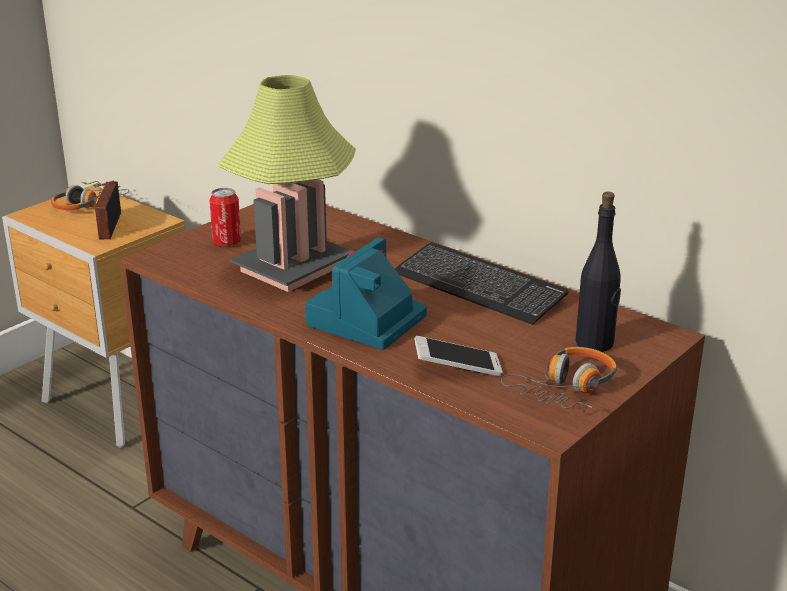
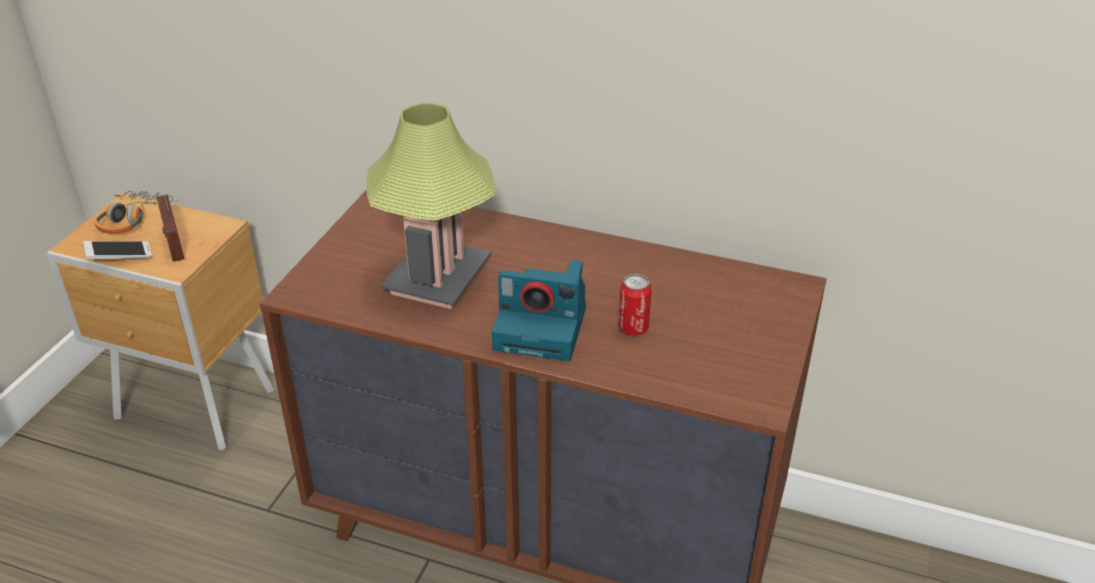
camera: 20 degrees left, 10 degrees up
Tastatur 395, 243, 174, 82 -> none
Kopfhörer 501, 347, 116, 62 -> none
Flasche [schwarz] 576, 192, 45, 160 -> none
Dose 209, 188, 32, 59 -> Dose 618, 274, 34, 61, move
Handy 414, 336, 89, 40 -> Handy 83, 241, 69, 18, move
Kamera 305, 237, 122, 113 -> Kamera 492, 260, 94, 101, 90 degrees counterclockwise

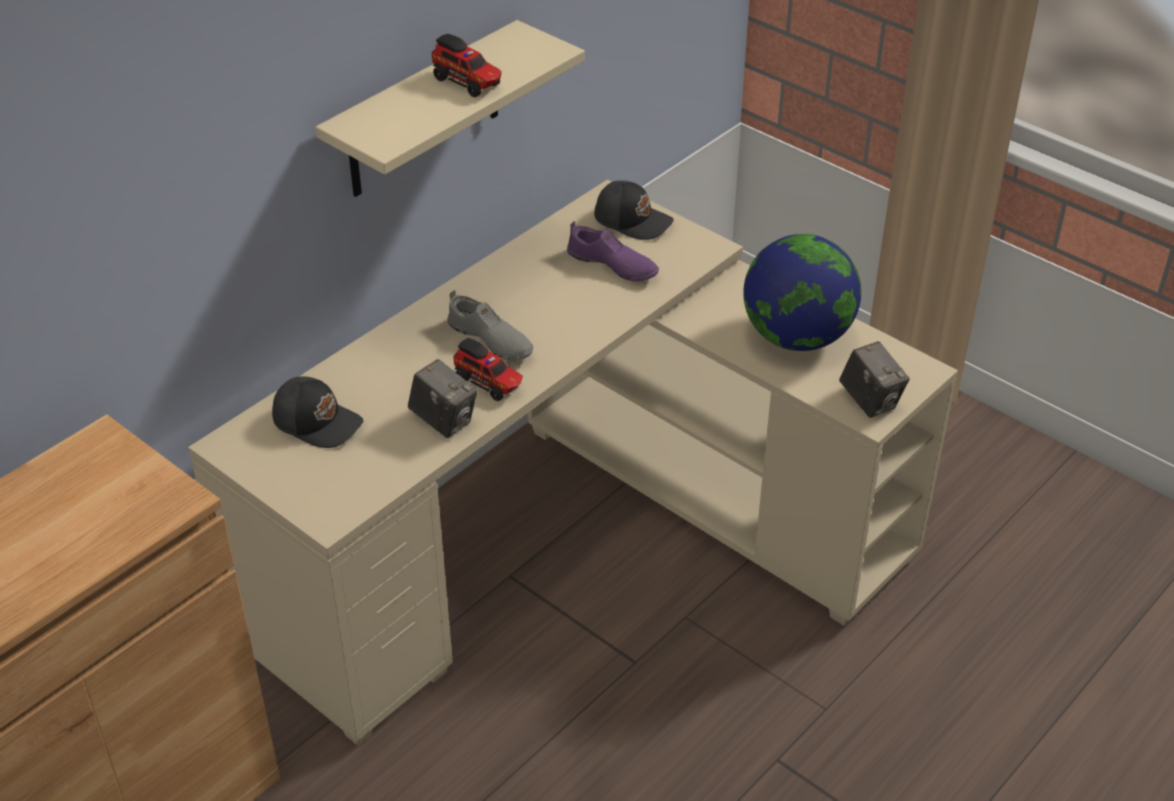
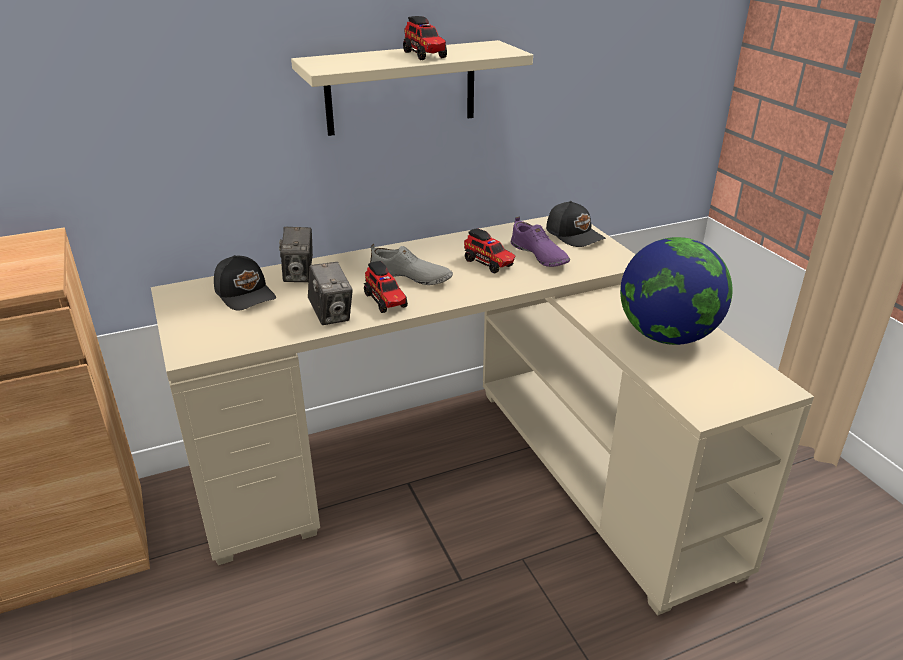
camera: 25 degrees right, 10 degrees down
none -> Spielzeuglaster 464, 228, 51, 45
Kamera 839, 341, 71, 77 -> Kamera 279, 227, 34, 55, move
Schuh [grau] 448, 290, 85, 71 -> Schuh [grau] 370, 244, 83, 41, 45 degrees counterclockwise

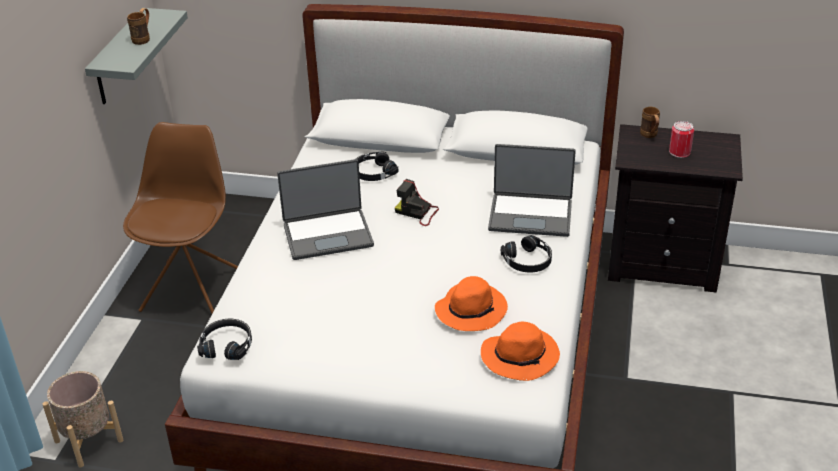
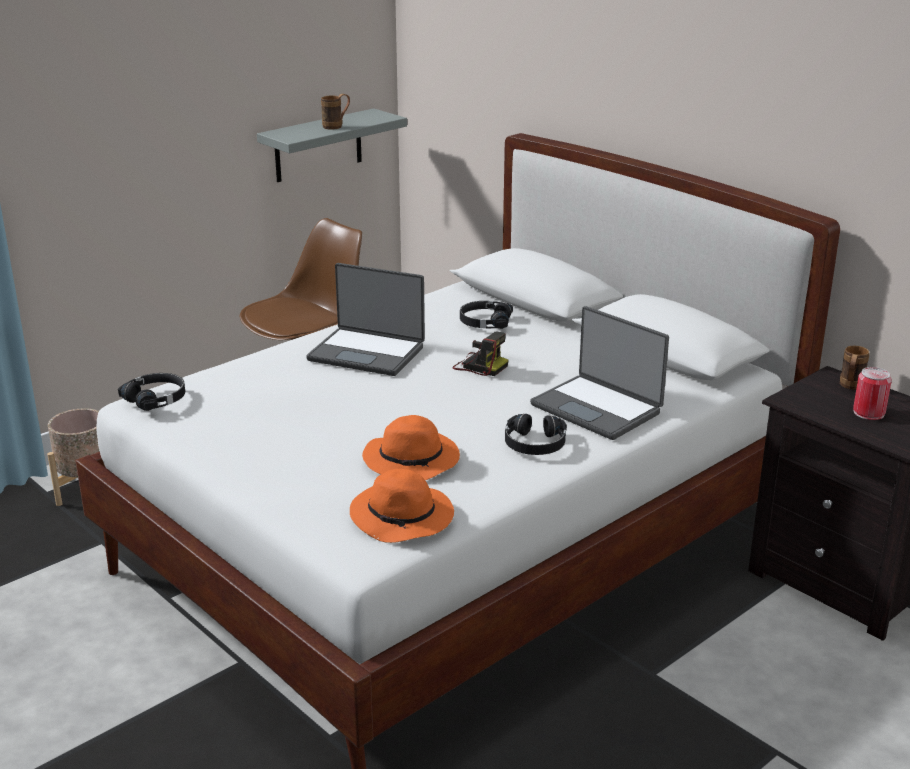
camera: 35 degrees right, 10 degrees down
Kamera 395, 179, 44, 47 -> Kamera 453, 332, 55, 44, 150 degrees clockwise

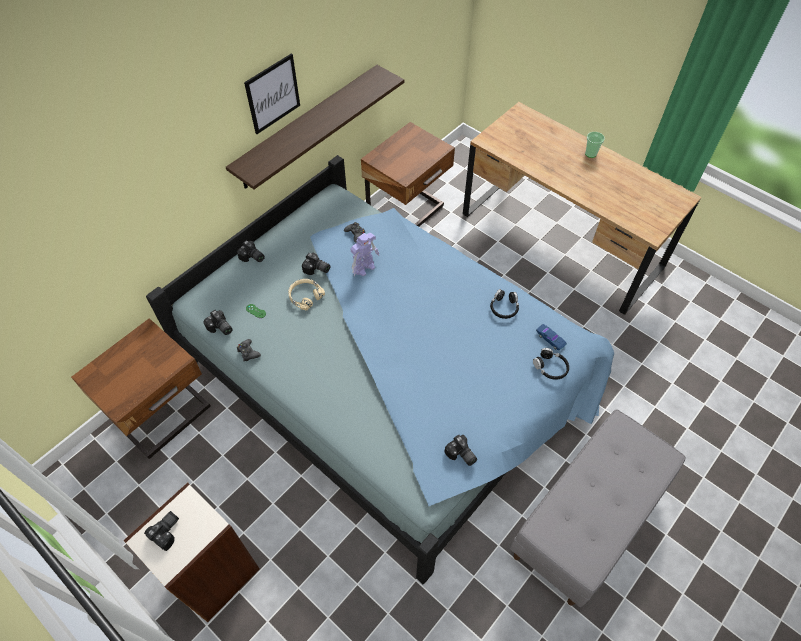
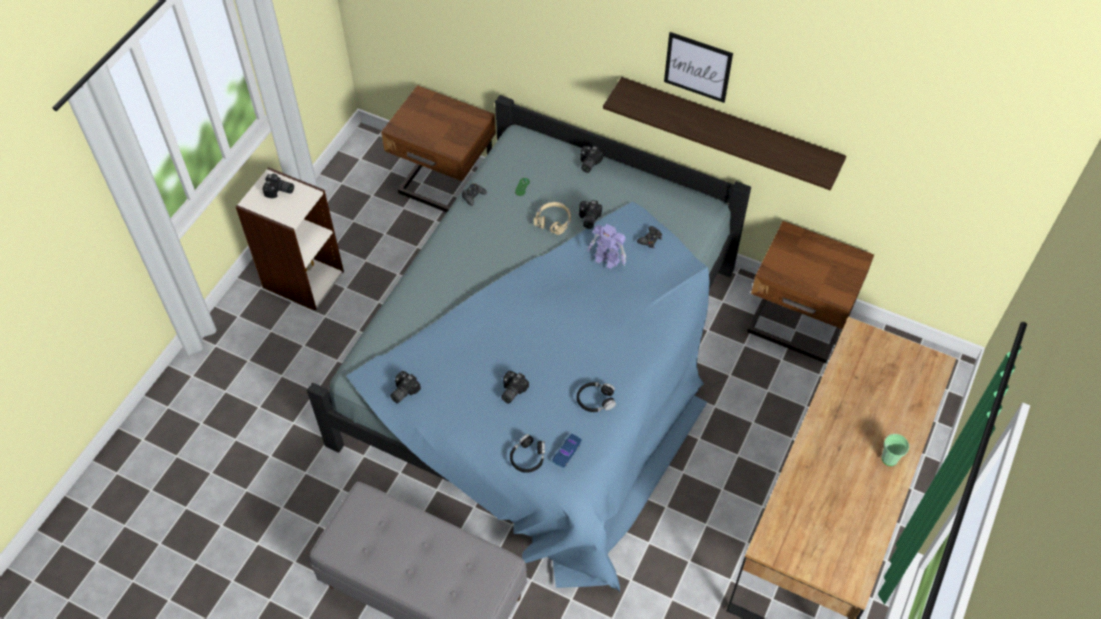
camera: 75 degrees right, 0 degrees up
Kamera 203, 310, 29, 25 -> Kamera 501, 371, 28, 33, move

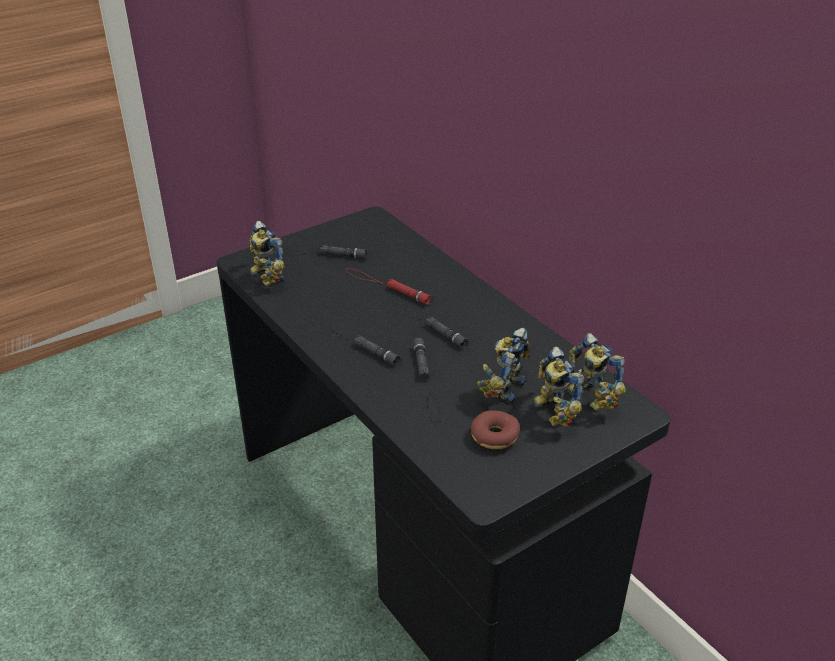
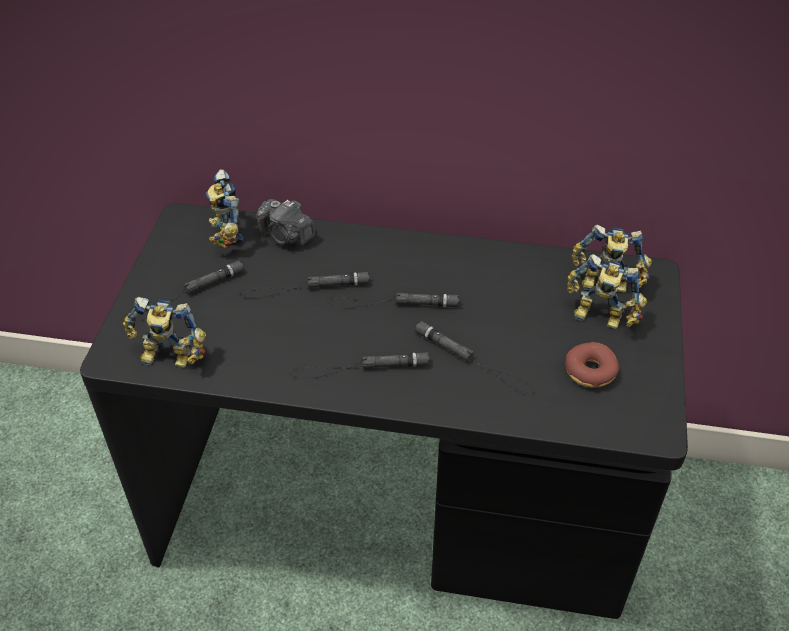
camera: 45 degrees left, 10 degrees up
none -> Kamera 256, 199, 59, 47
Spielzeugroboter 477, 328, 53, 75 -> Spielzeugroboter 206, 169, 38, 79, move
Taschenlampe [rot] 346, 268, 86, 37 -> Taschenlampe [schwarz] 240, 272, 130, 26

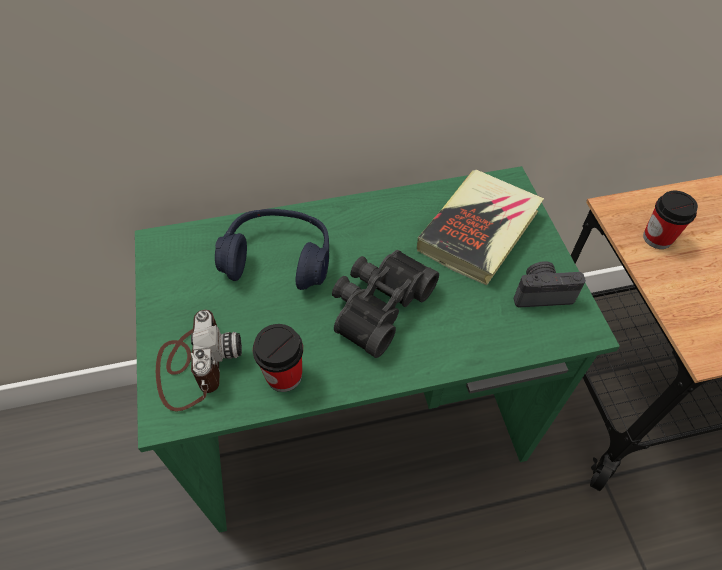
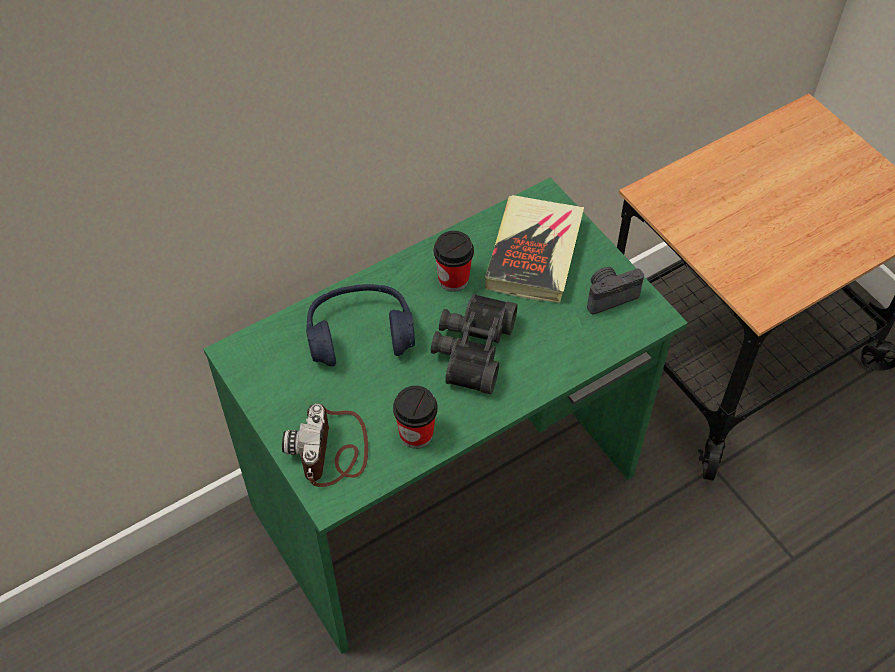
camera: 20 degrees left, 0 degrees up
Tasse 643, 191, 55, 58 -> Tasse 434, 231, 40, 61, move
Kamera 156, 310, 86, 101 -> Kamera 282, 404, 86, 83, 150 degrees counterclockwise

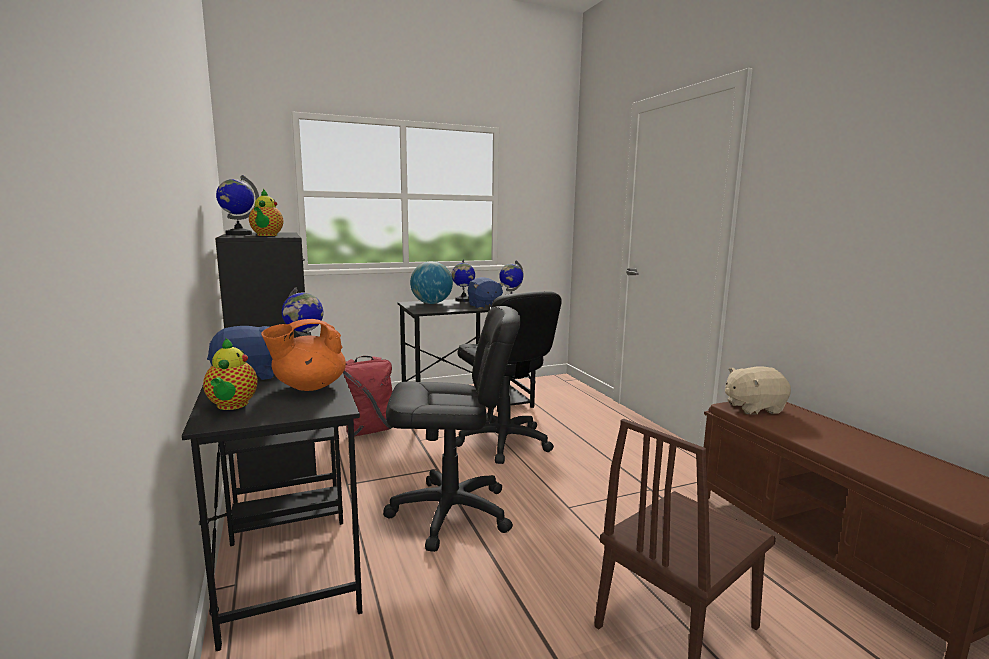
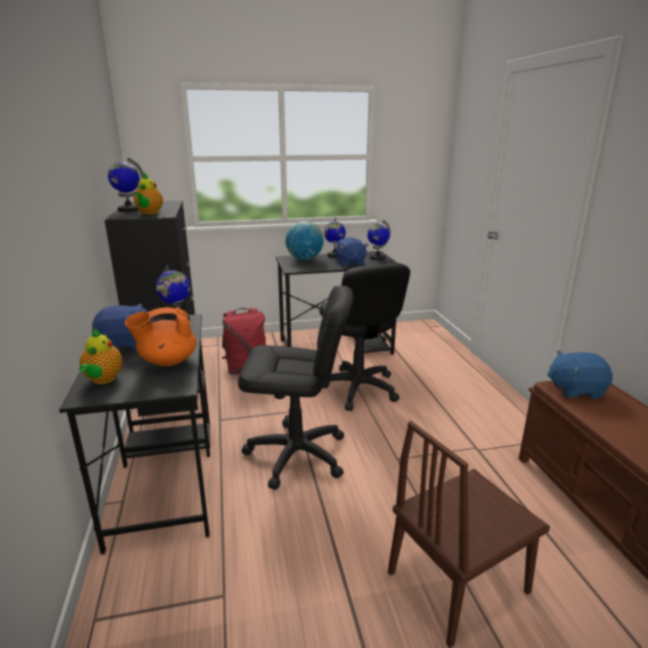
camera: 10 degrees right, 10 degrees up
Plüschtier [beige] 725, 366, 66, 48 -> Plüschtier [blau] 547, 350, 66, 49

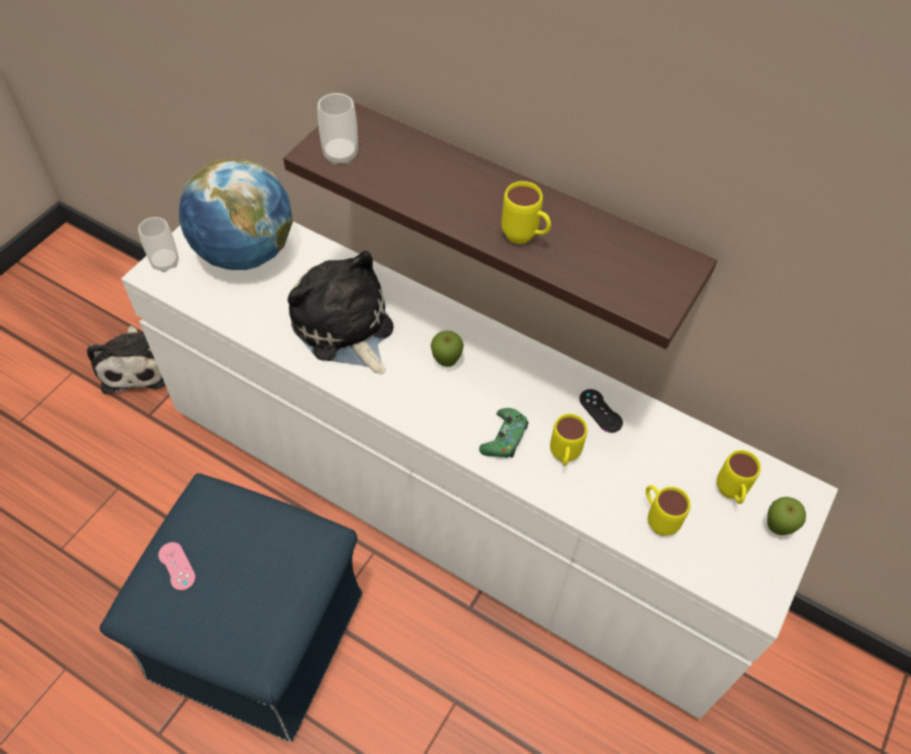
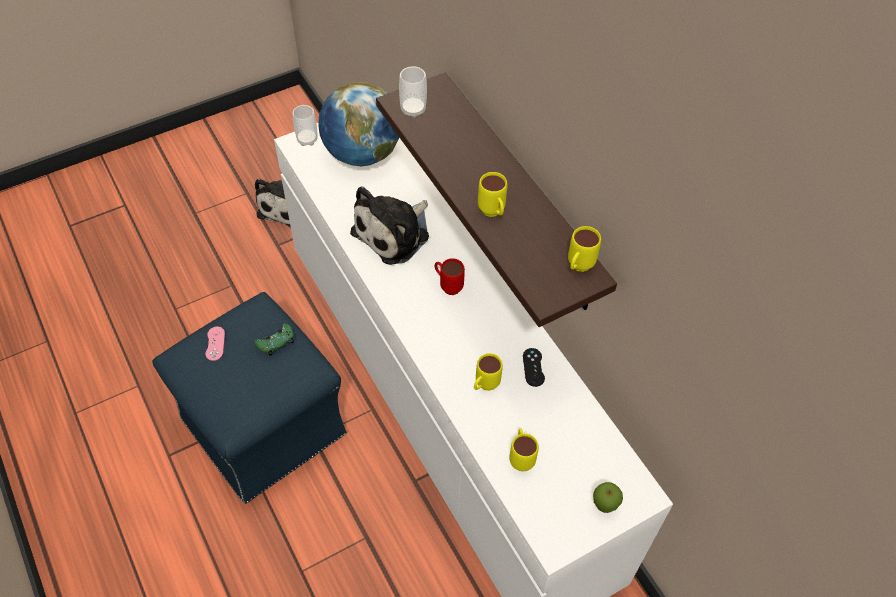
camera: 30 degrees right, 0 degrees up
Gamepad [grün] 479, 408, 50, 50 -> Gamepad [grün] 254, 324, 40, 32, move
Henkelbecher [gelb] 717, 450, 44, 54 -> Henkelbecher [gelb] 568, 226, 33, 46, move
Apfel 431, 330, 33, 37 -> Henkelbecher [rot] 435, 258, 30, 37
Plüschtier 287, 251, 107, 123 -> Plüschtier 350, 186, 79, 79, 135 degrees counterclockwise

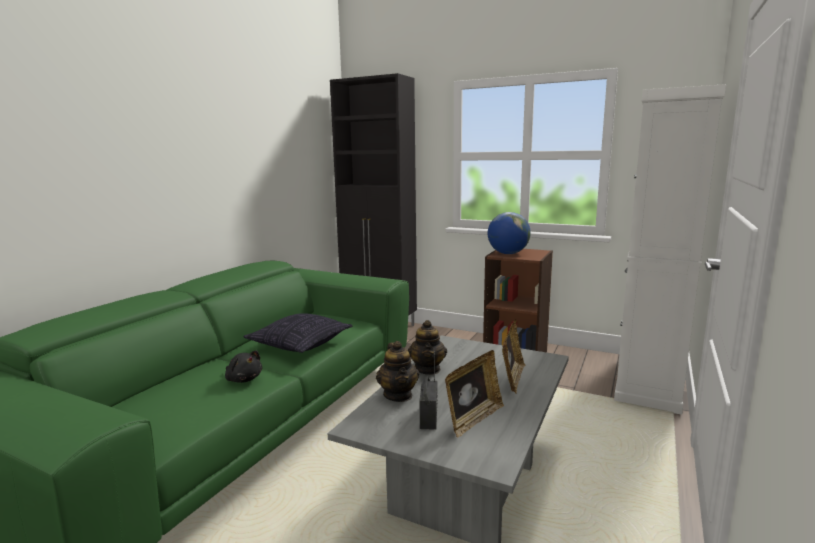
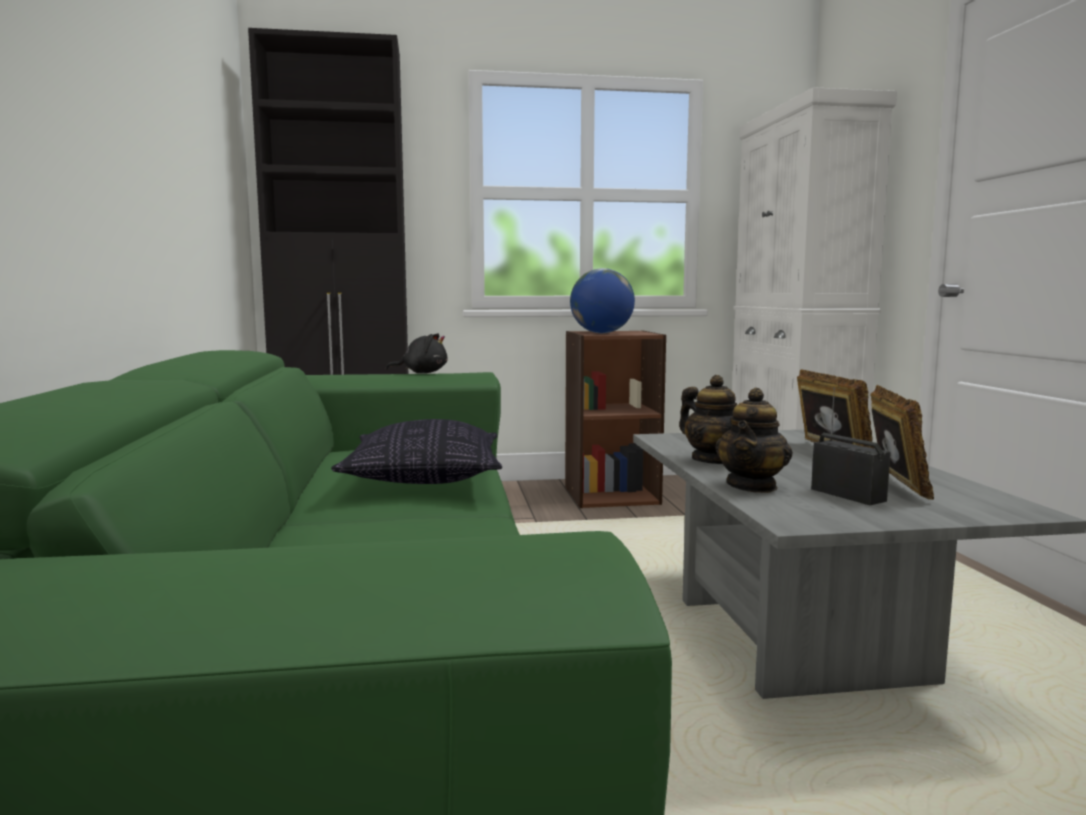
camera: 35 degrees left, 5 degrees down
Plüschtier [schwarz] 225, 350, 37, 33 -> Plüschtier [schwarz] 386, 333, 61, 40, move
Teekanne 376, 341, 43, 61 -> Teekanne 715, 388, 78, 105, 75 degrees clockwise

